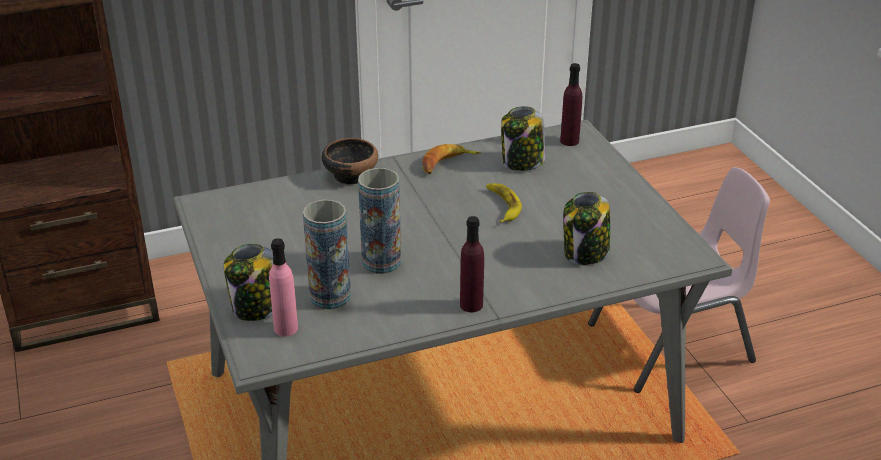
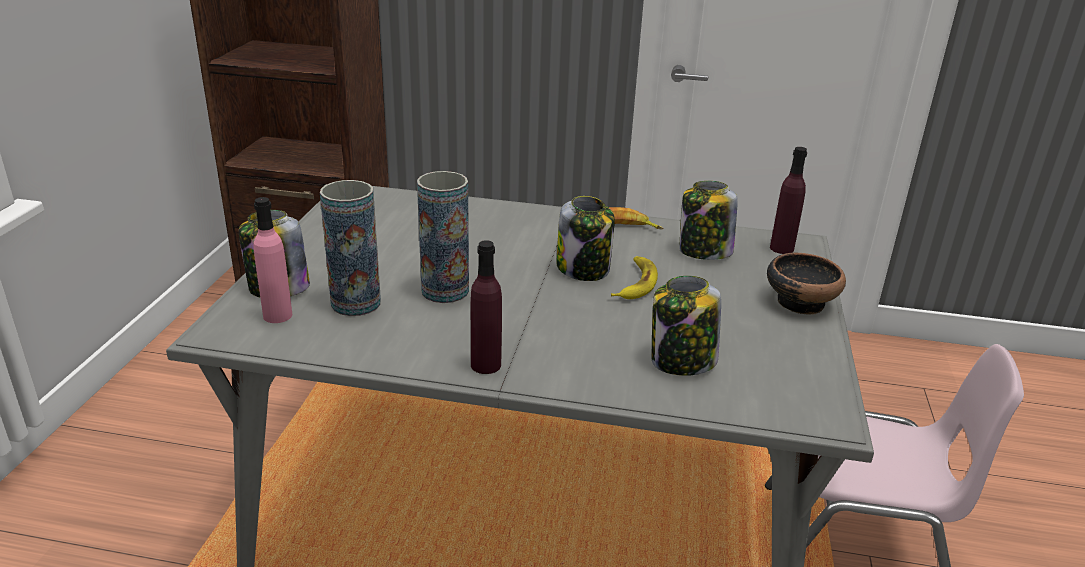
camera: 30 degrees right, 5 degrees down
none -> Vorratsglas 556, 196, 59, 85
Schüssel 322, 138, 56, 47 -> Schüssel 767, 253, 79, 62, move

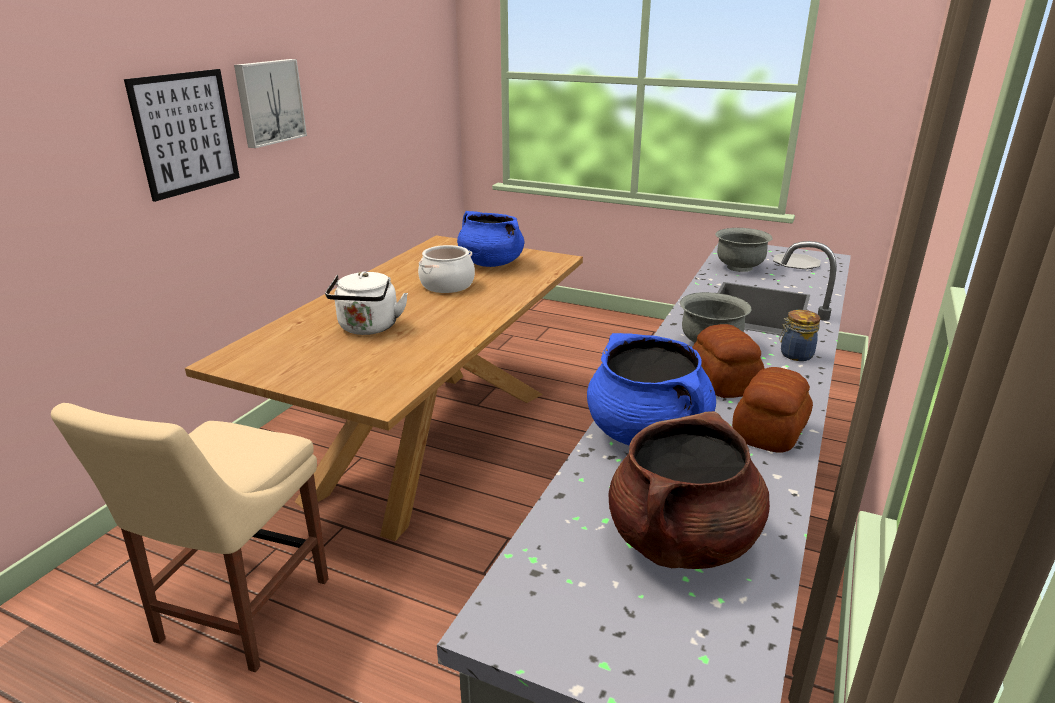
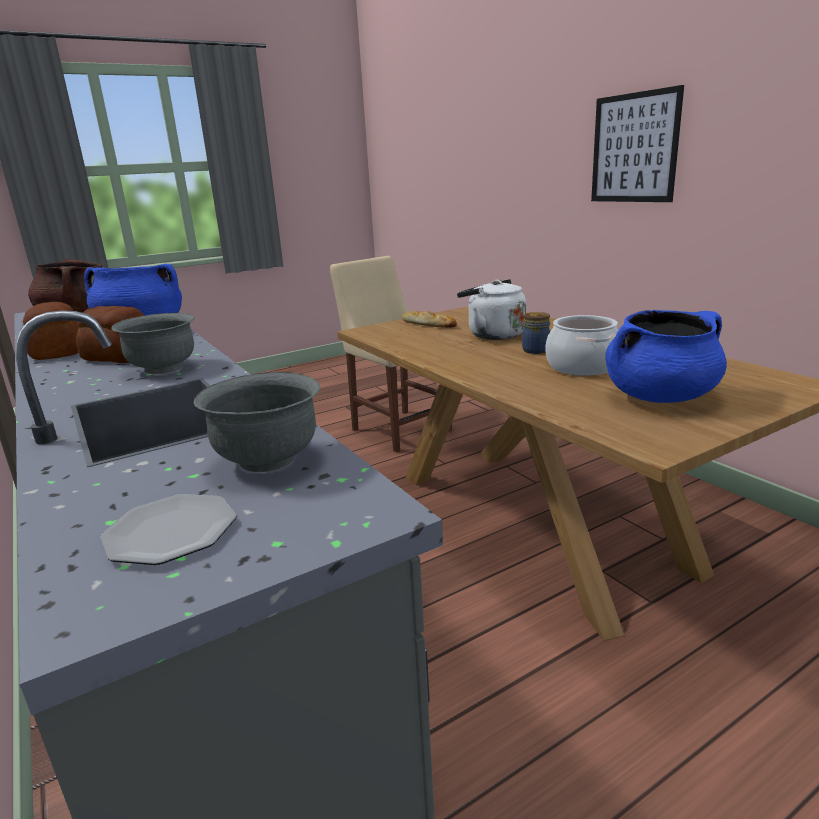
camera: 125 degrees right, 5 degrees down
Bild 234, 59, 73, 89 -> none
none -> Brot 402, 311, 55, 17
Vorratsglas 779, 310, 42, 51 -> Vorratsglas 522, 312, 28, 42, move

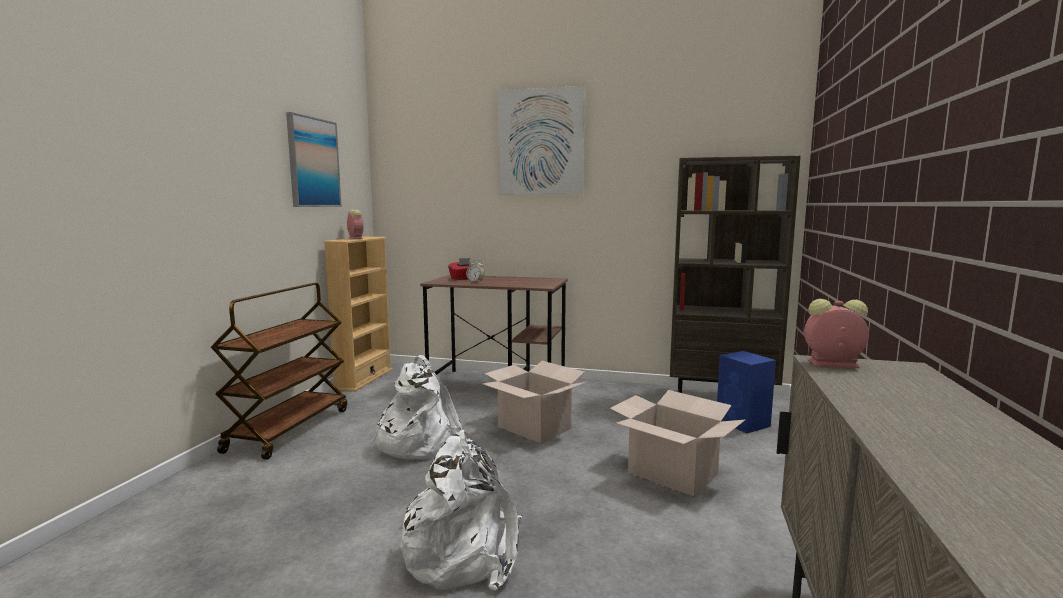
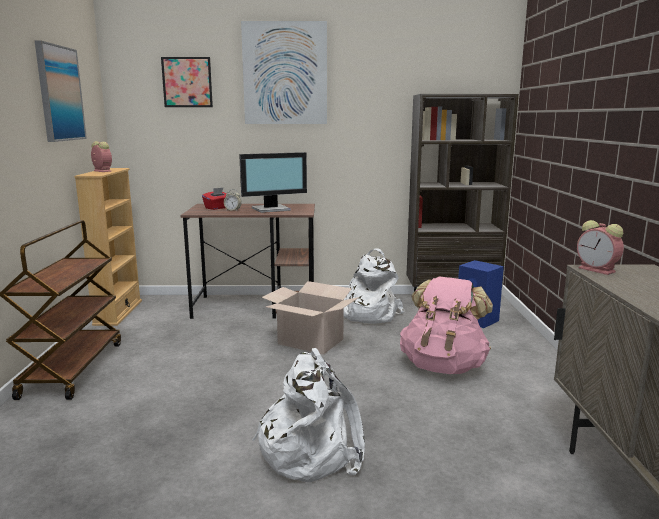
camera: 15 degrees left, 5 degrees up
none -> Bild 161, 57, 52, 50
none -> Monitor 239, 152, 68, 61
Rucksack [weiß] 371, 355, 91, 104 -> Rucksack [weiß] 343, 248, 61, 76, move
Karton 609, 390, 136, 106 -> Rucksack [rosa] 400, 276, 93, 98
Wecker 804, 299, 65, 69 -> Wecker 577, 220, 47, 55, 120 degrees counterclockwise

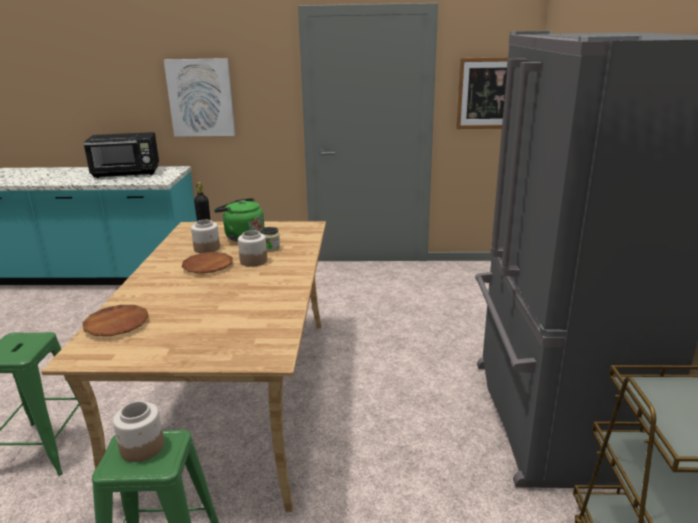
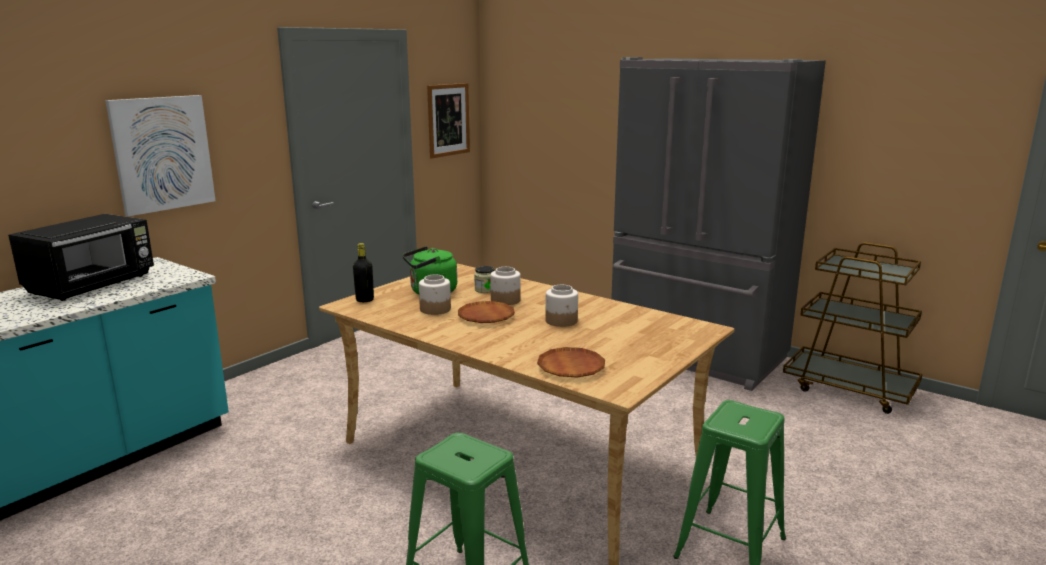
camera: 55 degrees left, 5 degrees down
Vorratsglas 113, 401, 51, 61 -> Vorratsglas 545, 285, 33, 42, move

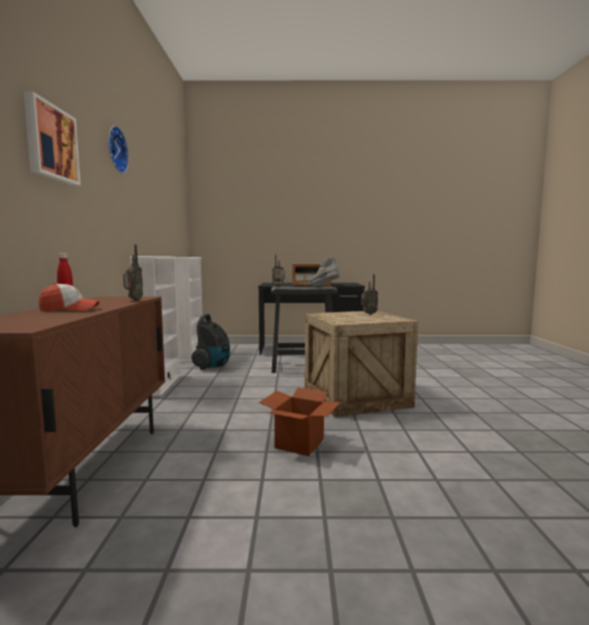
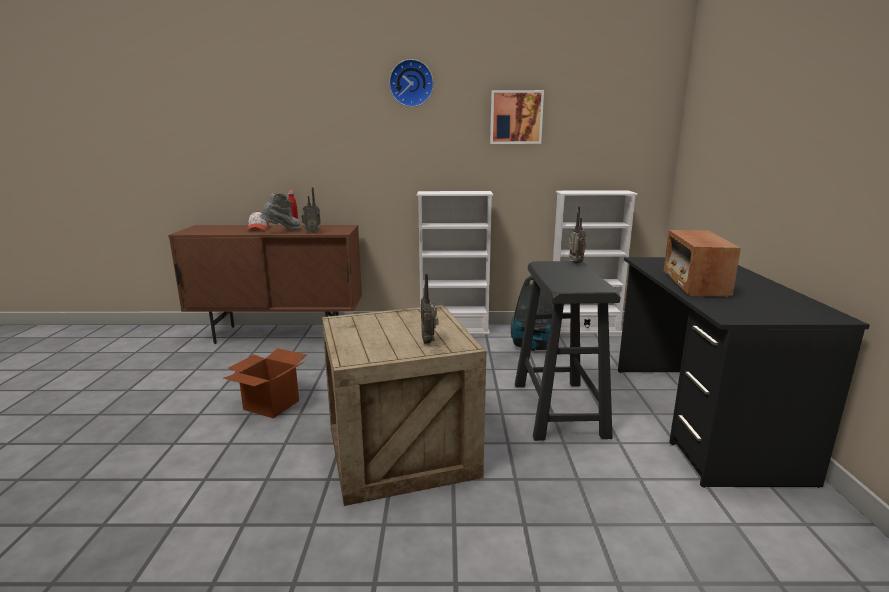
camera: 90 degrees right, 10 degrees up
Bild 23, 91, 58, 95 -> Bild 490, 90, 54, 54, move
Stiefel [grau] 308, 258, 31, 28 -> Stiefel [grau] 259, 193, 42, 37, move

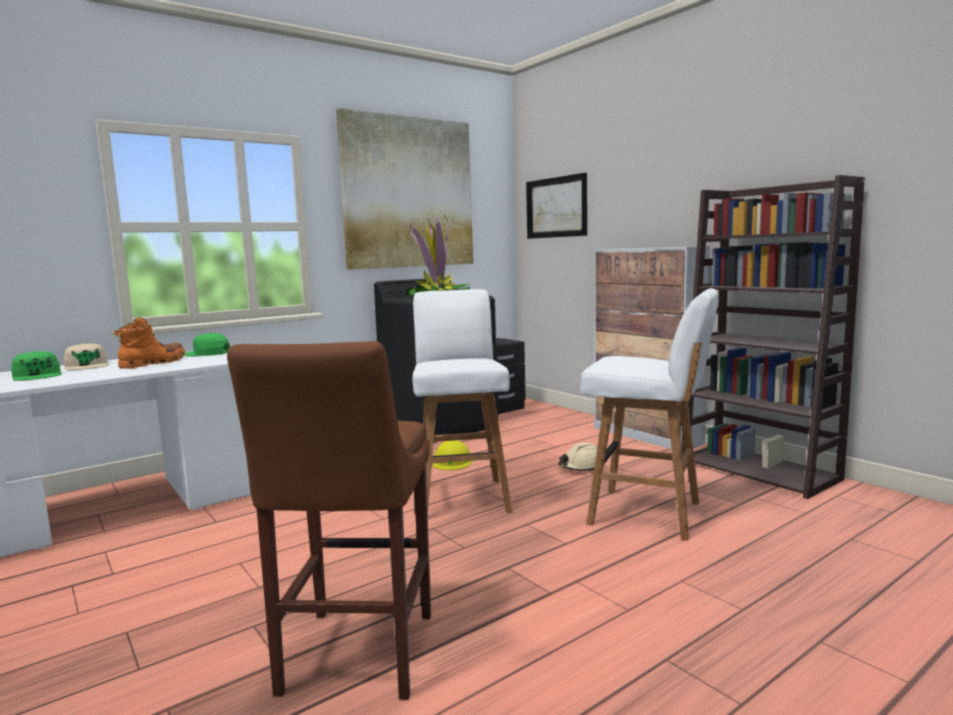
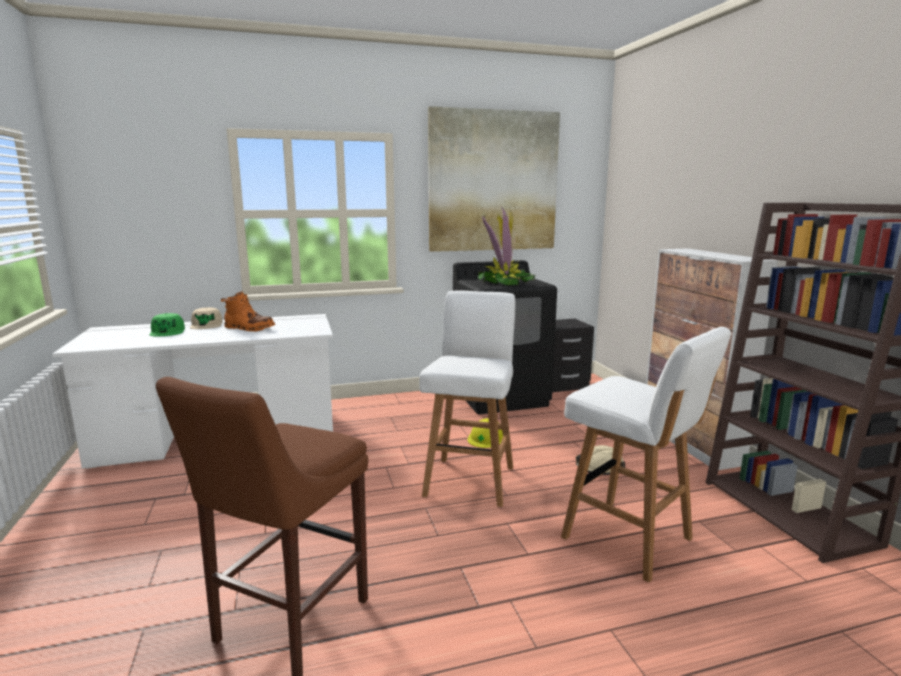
camera: 20 degrees right, 5 degrees up
Kappe [grün] 184, 333, 46, 24 -> none
Bild 526, 173, 61, 66 -> none
Stiefel [orange] 113, 318, 72, 51 -> Stiefel [orange] 221, 291, 54, 40, 60 degrees clockwise

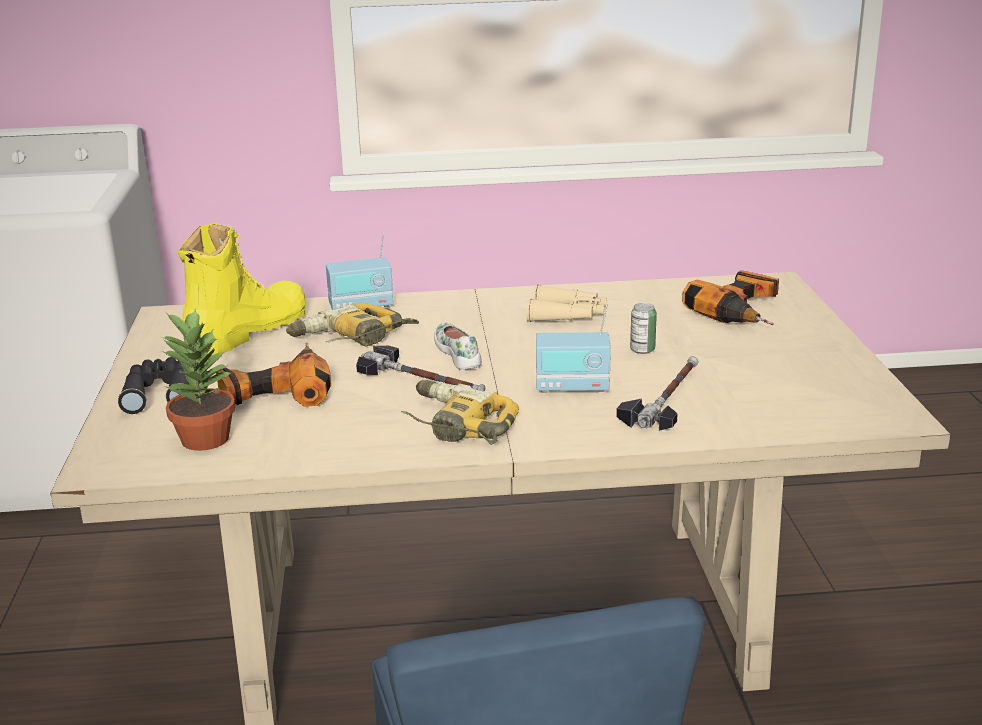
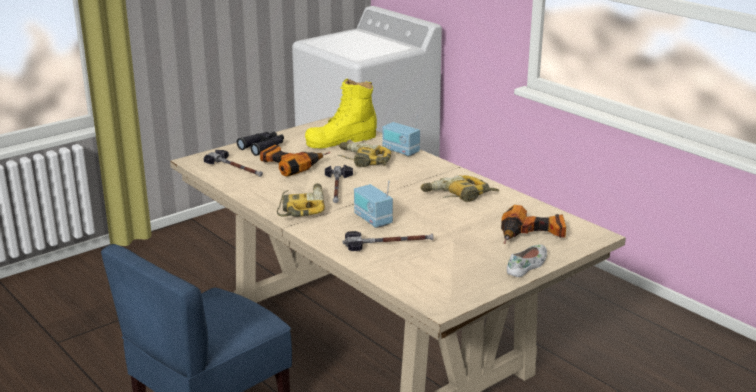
camera: 55 degrees right, 0 degrees up
Dose 630, 303, 27, 51 -> none
Schuh [weiß] 434, 322, 48, 48 -> Schuh [weiß] 507, 245, 40, 32, move
Topfpflanze 162, 308, 74, 143 -> Hammer 204, 150, 59, 27
Fernglas [beige] 526, 285, 81, 37 -> Bohrmaschine 420, 175, 79, 27
Stiefel [gelb] 178, 223, 127, 134 -> Stiefel [gelb] 305, 78, 72, 70, 150 degrees clockwise

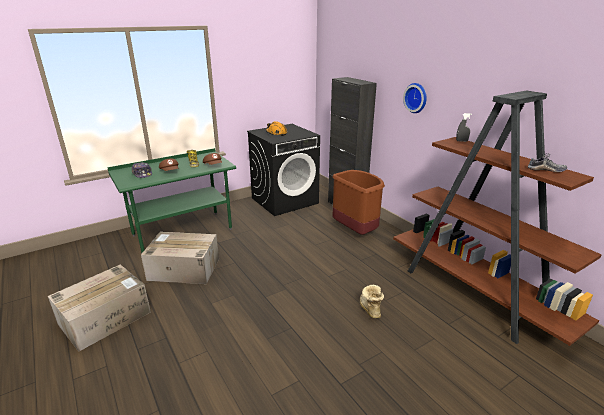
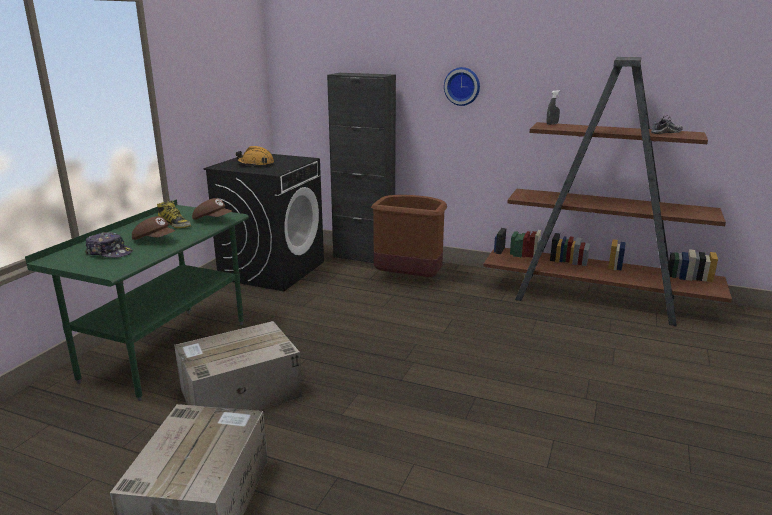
camera: 35 degrees left, 5 degrees down
Stiefel 360, 285, 24, 34 -> none

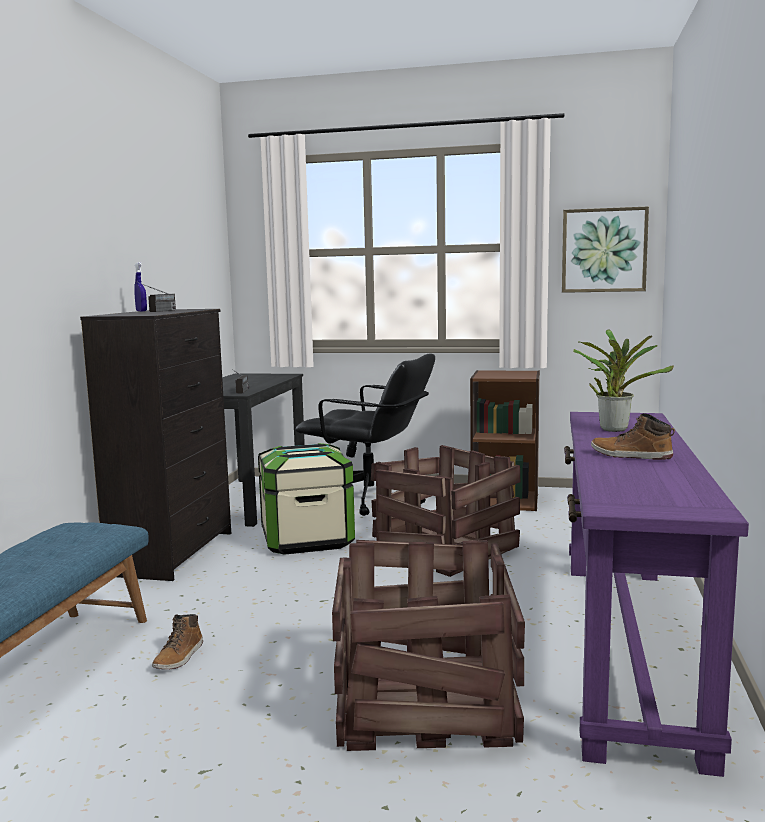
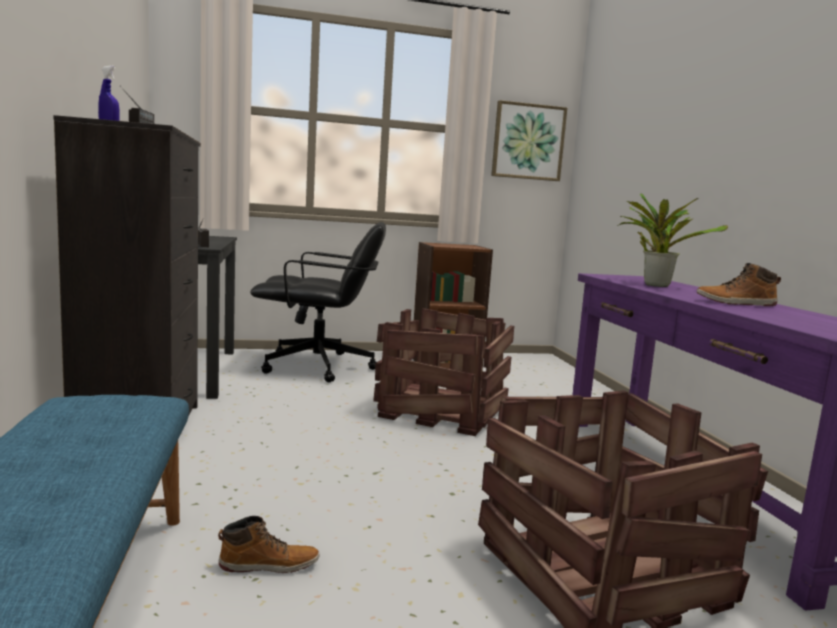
camera: 25 degrees left, 0 degrees up
Aufbewahrungsbox 258, 443, 97, 111 -> none
Stiefel 152, 614, 51, 56 -> Stiefel 218, 516, 102, 57, 90 degrees counterclockwise

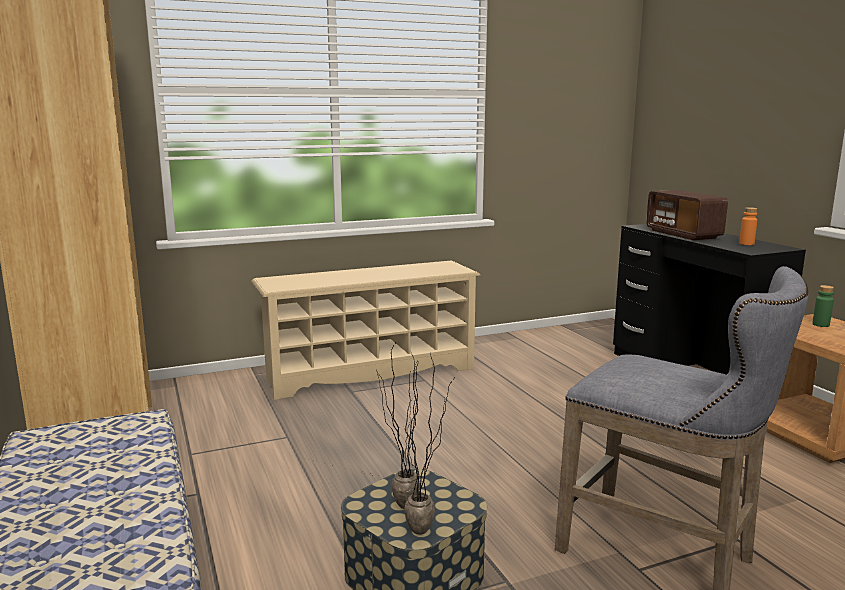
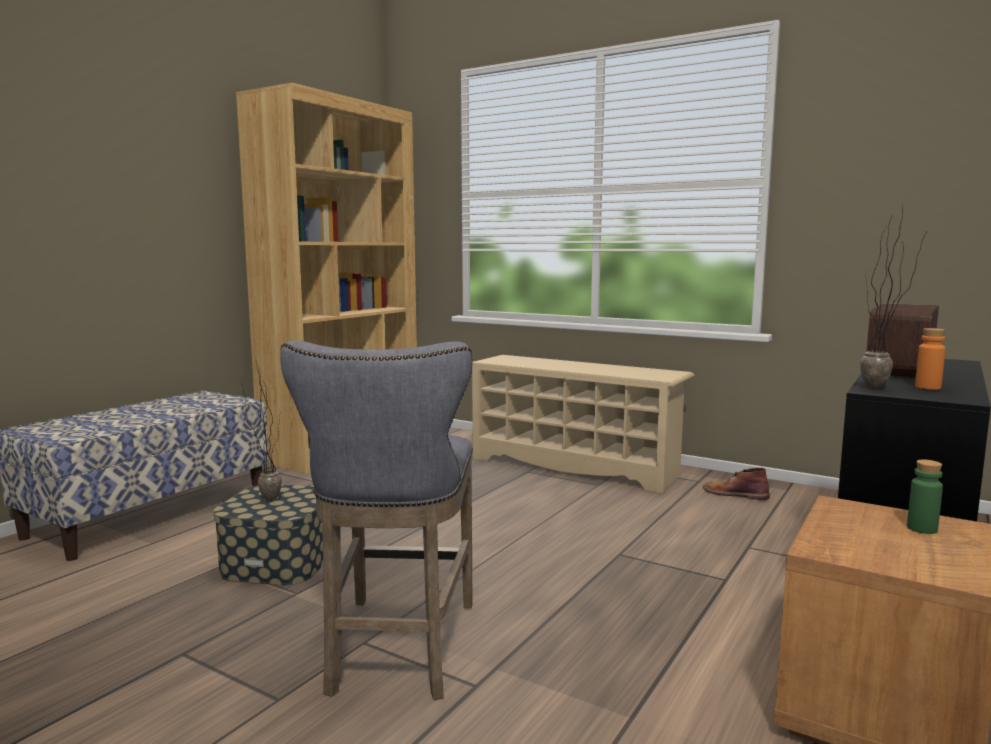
camera: 55 degrees right, 5 degrees down
none -> Stiefel [braun] 703, 468, 67, 32
Topfpflanze 404, 354, 49, 181 -> Topfpflanze 860, 205, 66, 184, move

